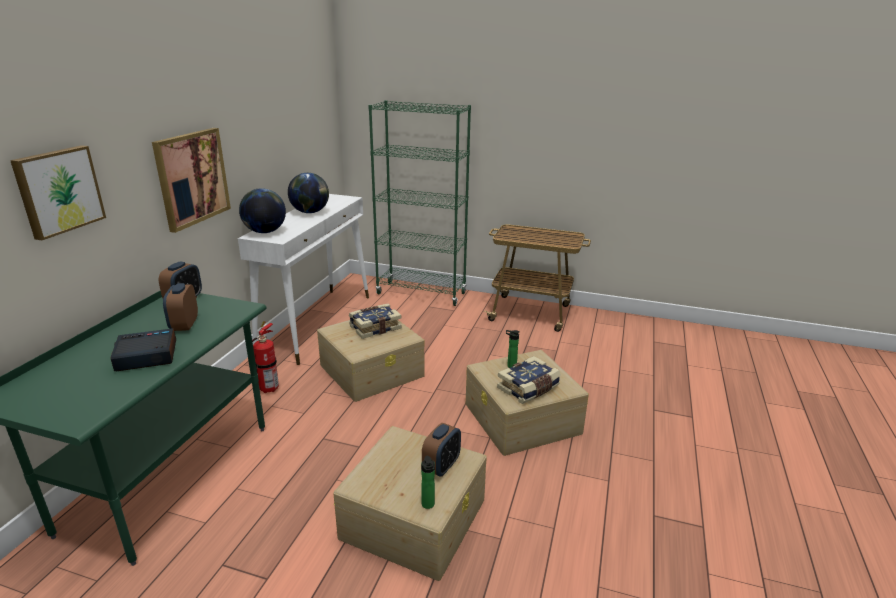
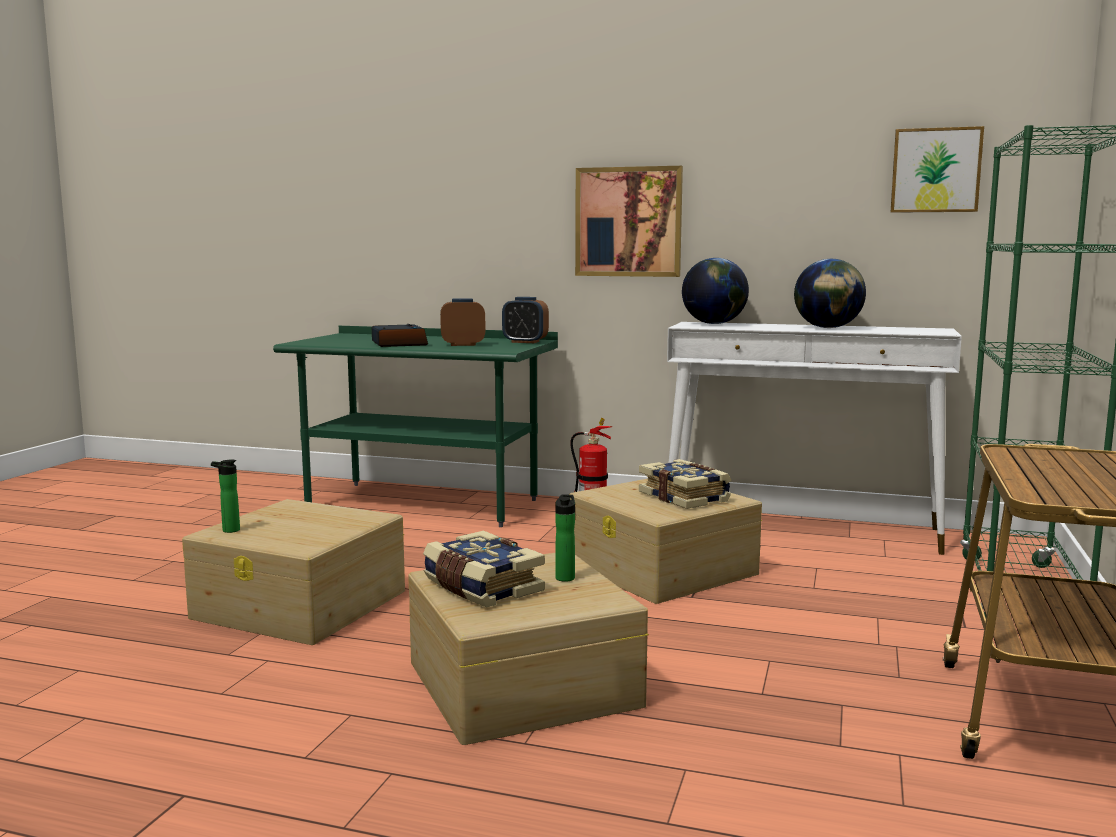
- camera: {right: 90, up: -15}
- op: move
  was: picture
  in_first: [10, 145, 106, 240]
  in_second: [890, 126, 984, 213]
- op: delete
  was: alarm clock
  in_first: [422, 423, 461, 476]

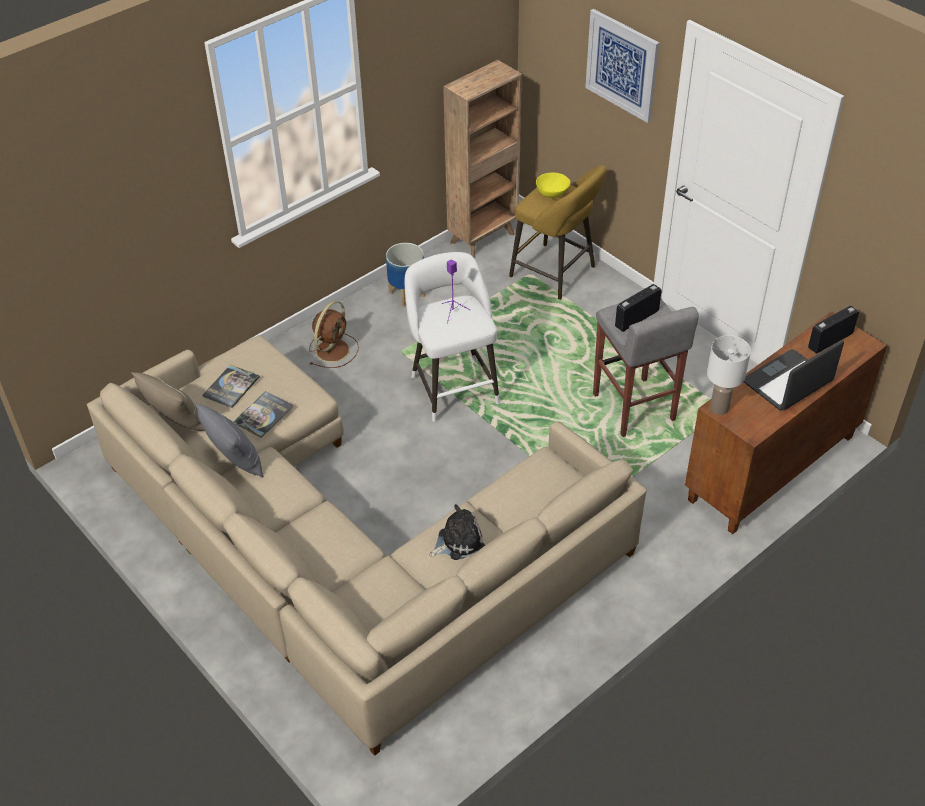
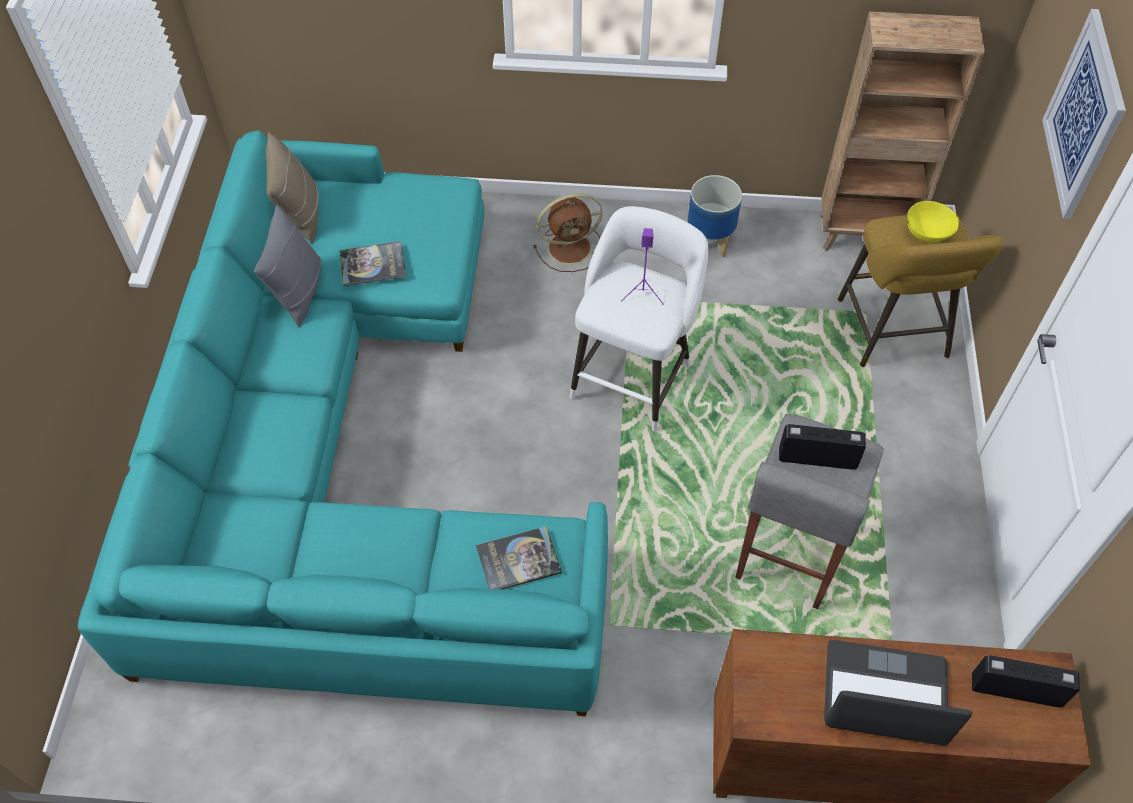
- camera: {right: 45, up: 10}
- op: recolor
  was: sand-coloured sofa
  now: turquoise sofa
  in_first: [87, 335, 647, 756]
  in_second: [78, 130, 608, 716]
- op: move
  was: volume
  in_first: [203, 365, 260, 408]
  in_second: [476, 526, 562, 589]
- op: delete
  was: plush toy
  in_first: [429, 504, 485, 560]
- op: delete
  was: white-coloured tabletop lamp
  in_first: [707, 335, 751, 415]

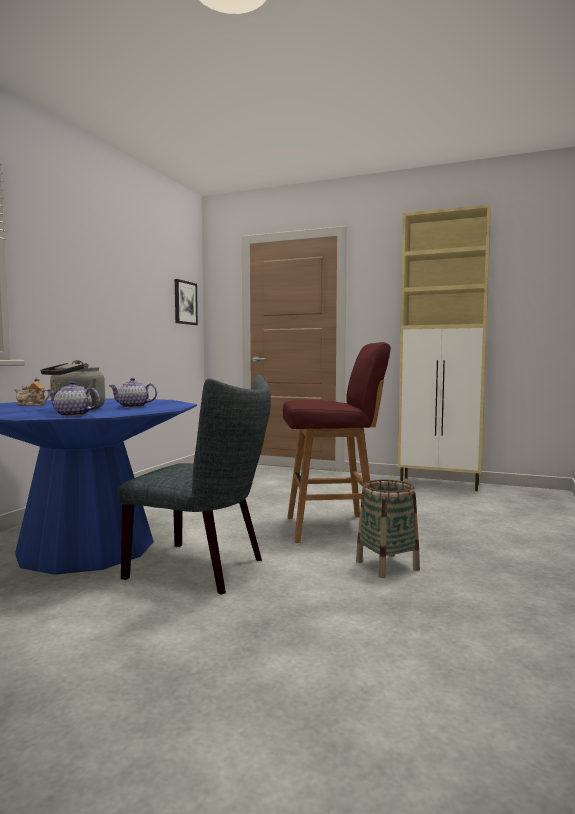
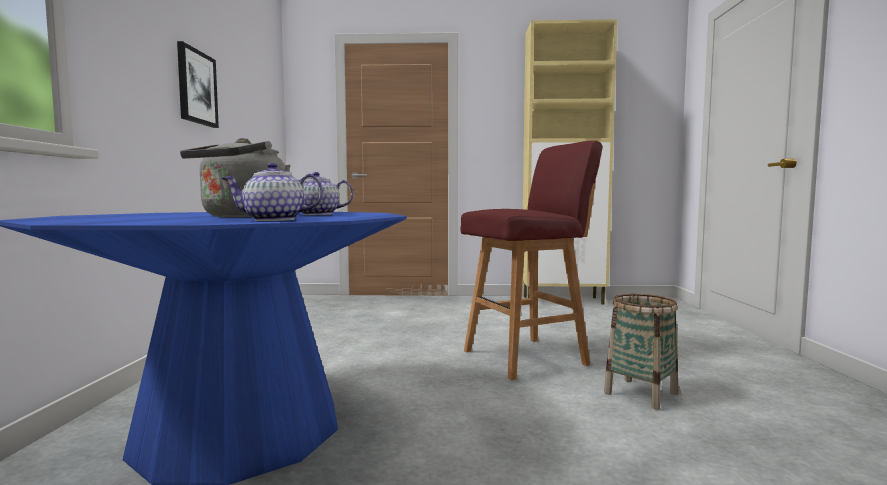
- camera: {right: -20, up: 0}
- op: delete
  was: teapot
  in_first: [14, 377, 50, 406]
- op: delete
  was: greyish chair
  in_first: [118, 374, 271, 595]
- op: move
  was: picture
  in_first: [175, 279, 198, 325]
  in_second: [177, 41, 219, 128]

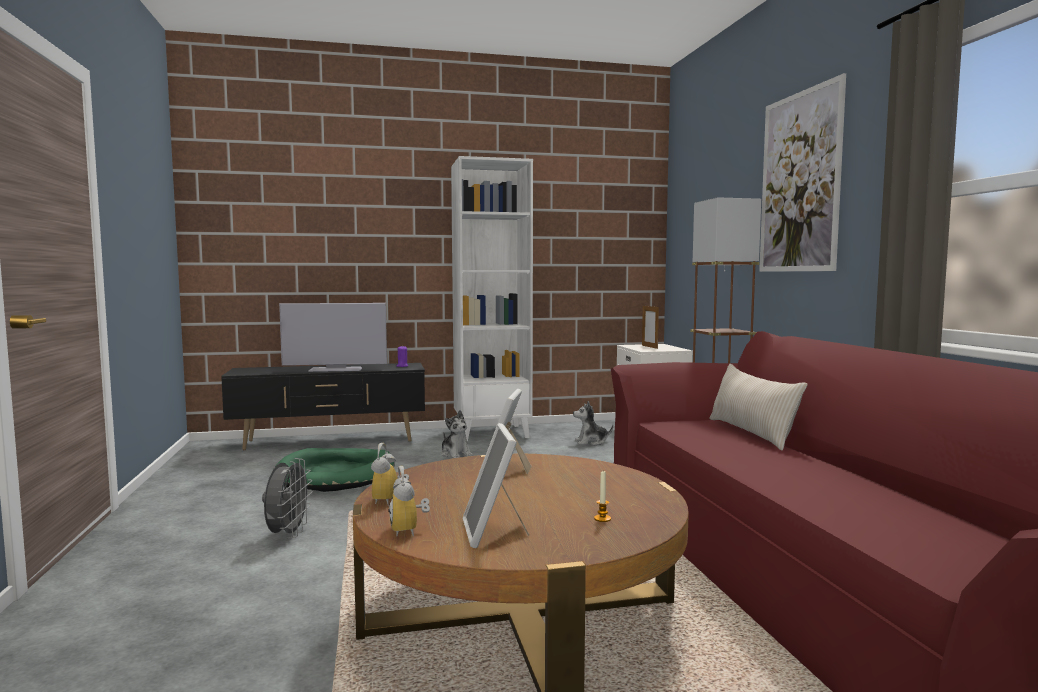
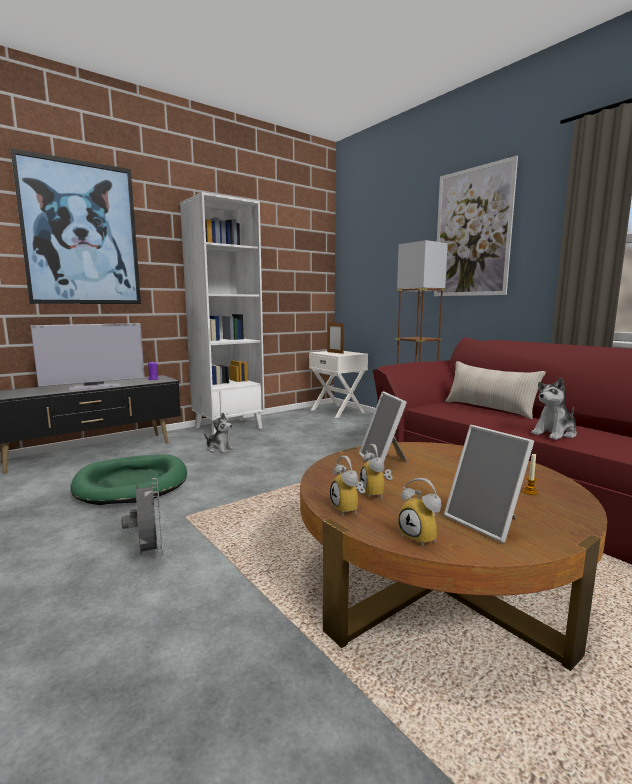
- camera: {right: -25, up: 5}
- op: move
  was: plush toy
  in_first: [573, 401, 613, 446]
  in_second: [531, 377, 577, 440]
- op: insert
  now: picture
  in_second: [10, 148, 141, 304]
- op: insert
  now: alarm clock
  in_second: [360, 444, 392, 499]

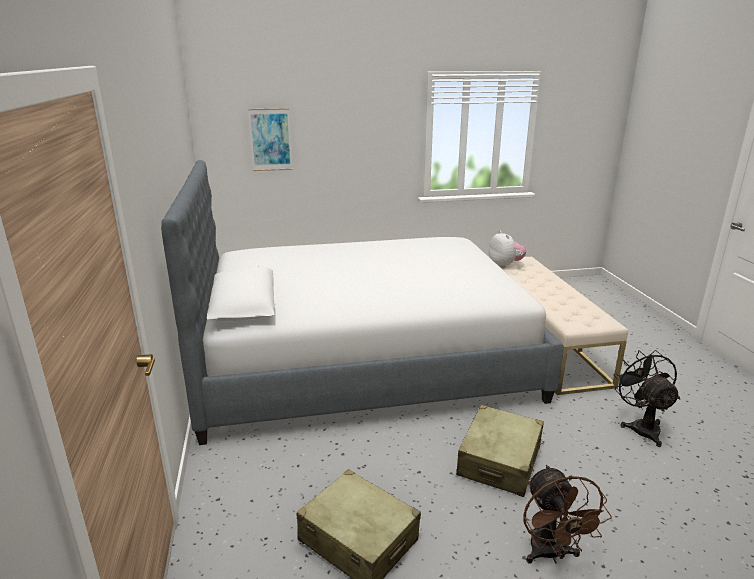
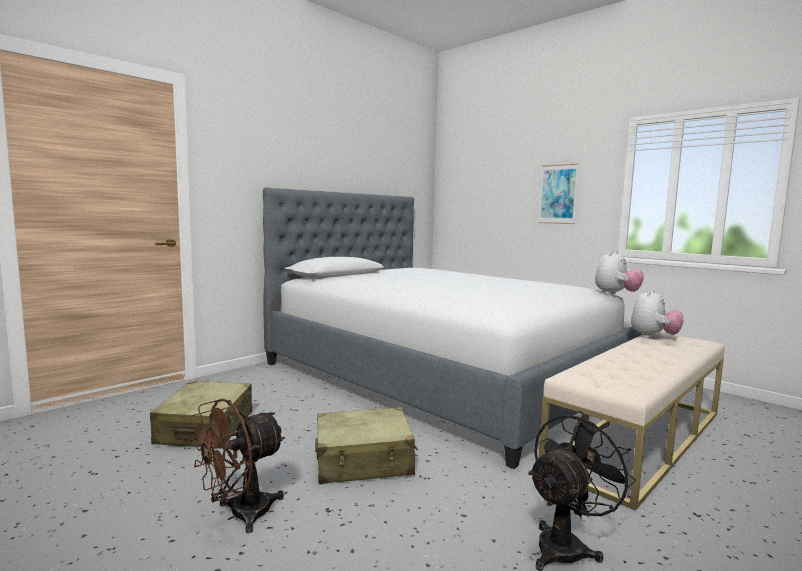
- camera: {right: 55, up: -15}
- op: move
  was: picture
  in_first: [248, 108, 293, 171]
  in_second: [538, 163, 579, 224]
- op: insert
  now: plush toy
  in_second: [595, 251, 644, 295]

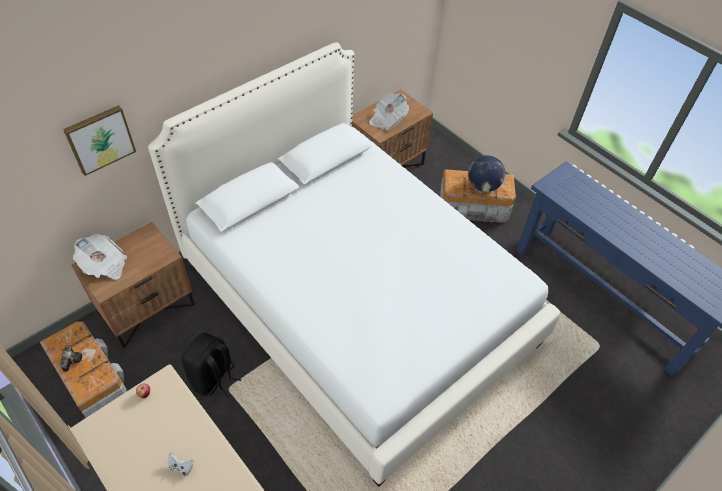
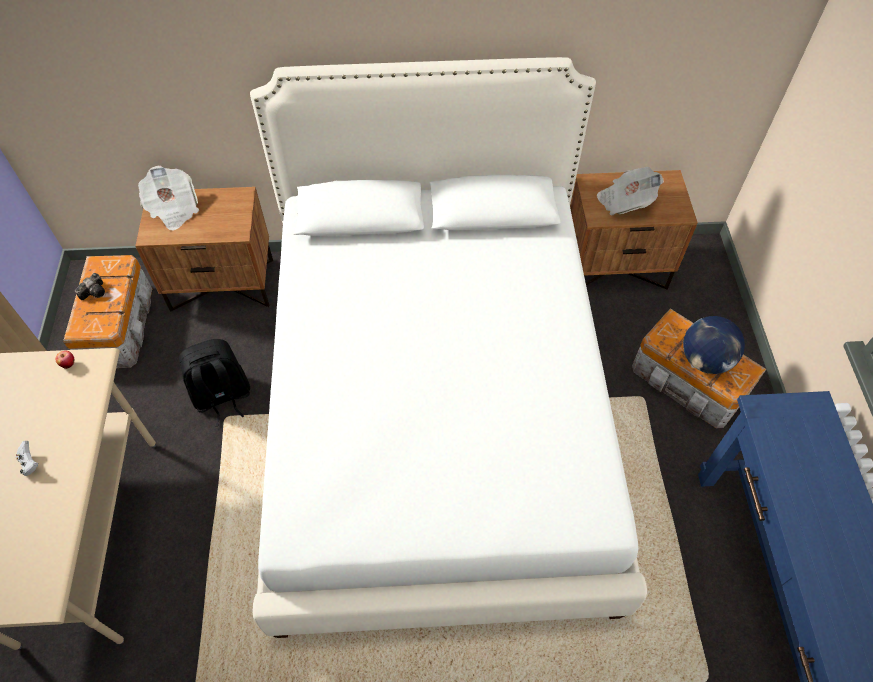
- camera: {right: 40, up: 5}
- op: delete
  was: picture
  in_first: [63, 105, 136, 176]

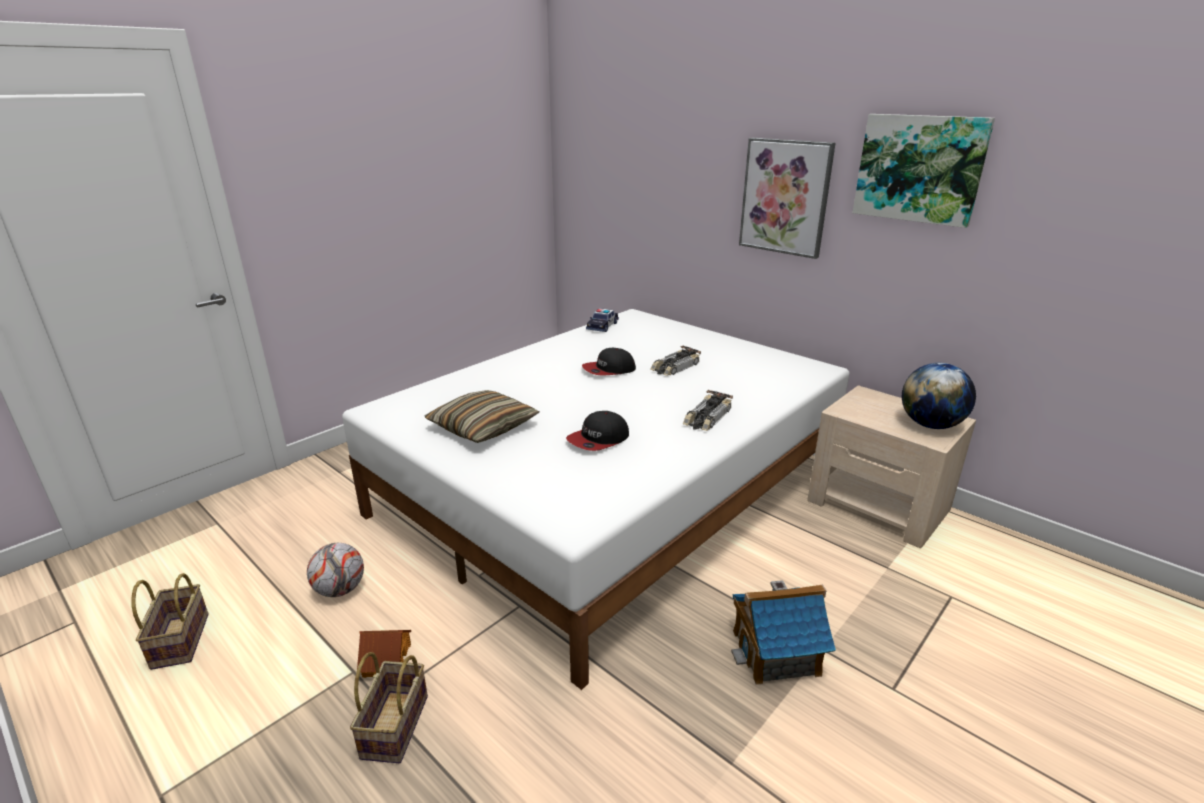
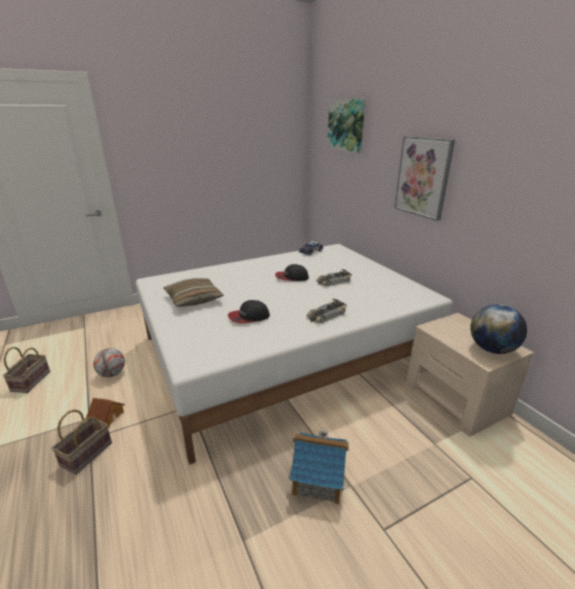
- camera: {right: 20, up: 0}
- op: move
  was: picture
  in_first: [852, 114, 995, 228]
  in_second: [327, 99, 365, 153]

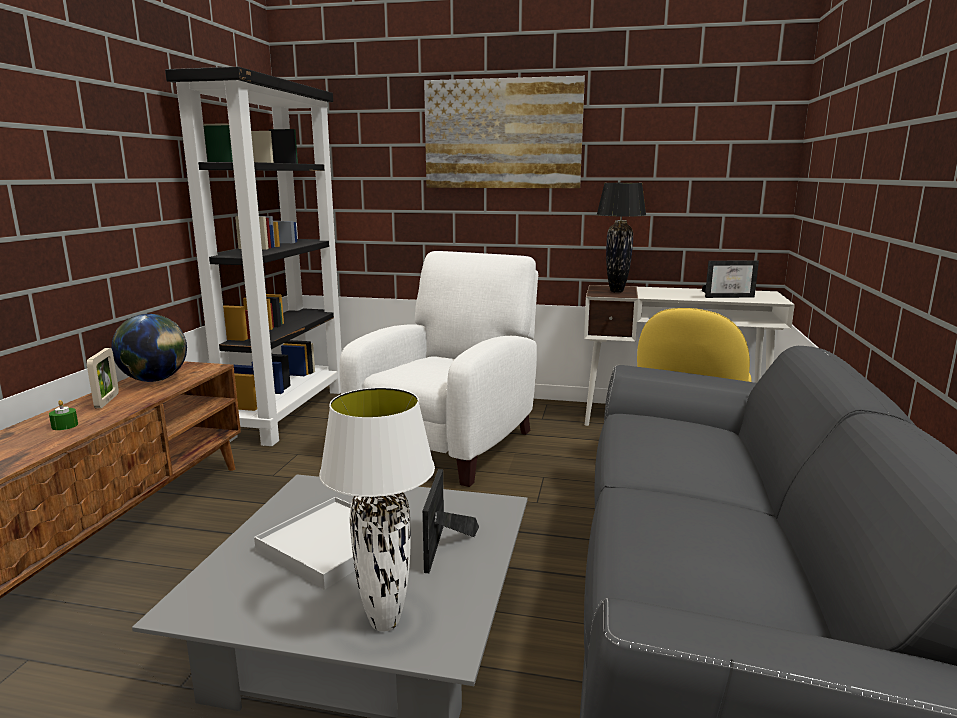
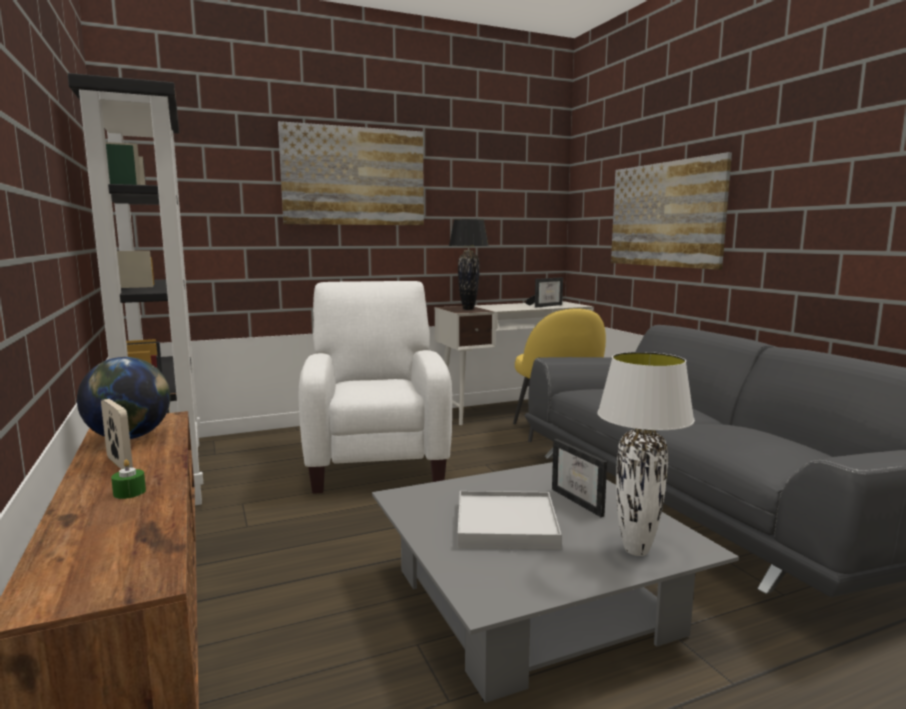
- camera: {right: -35, up: -5}
- op: insert
  now: picture
  in_second: [611, 152, 732, 270]

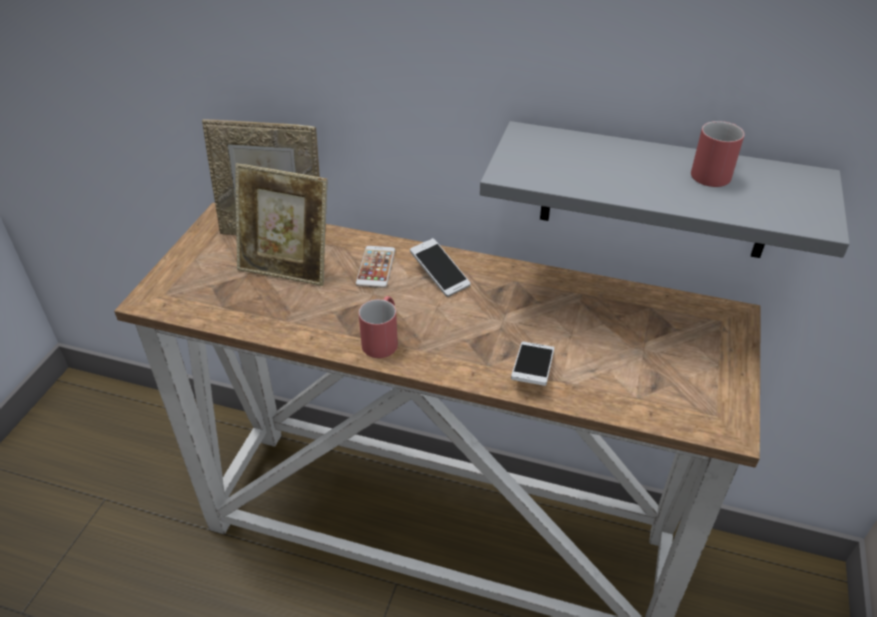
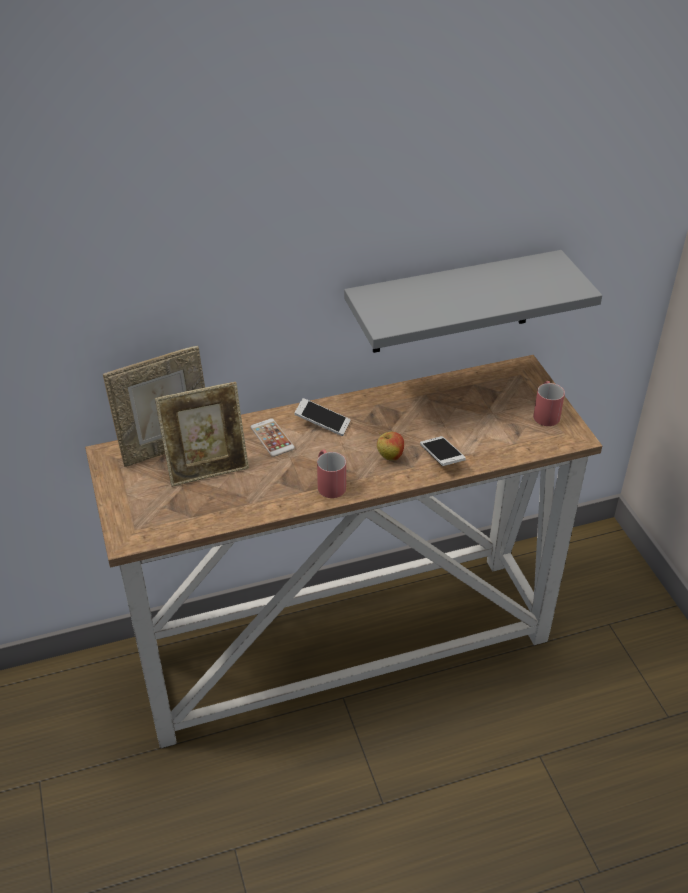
- camera: {right: -35, up: 0}
- op: move
  was: reddish coffee mug
  in_first: [691, 121, 745, 187]
  in_second: [533, 381, 565, 426]
- op: insert
  now: apple
  in_second: [377, 432, 404, 461]

